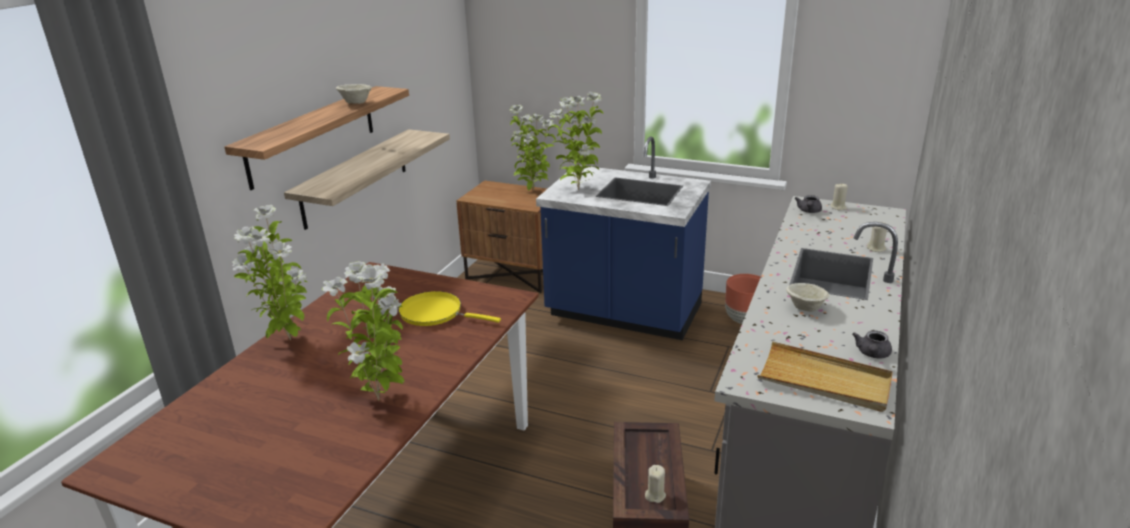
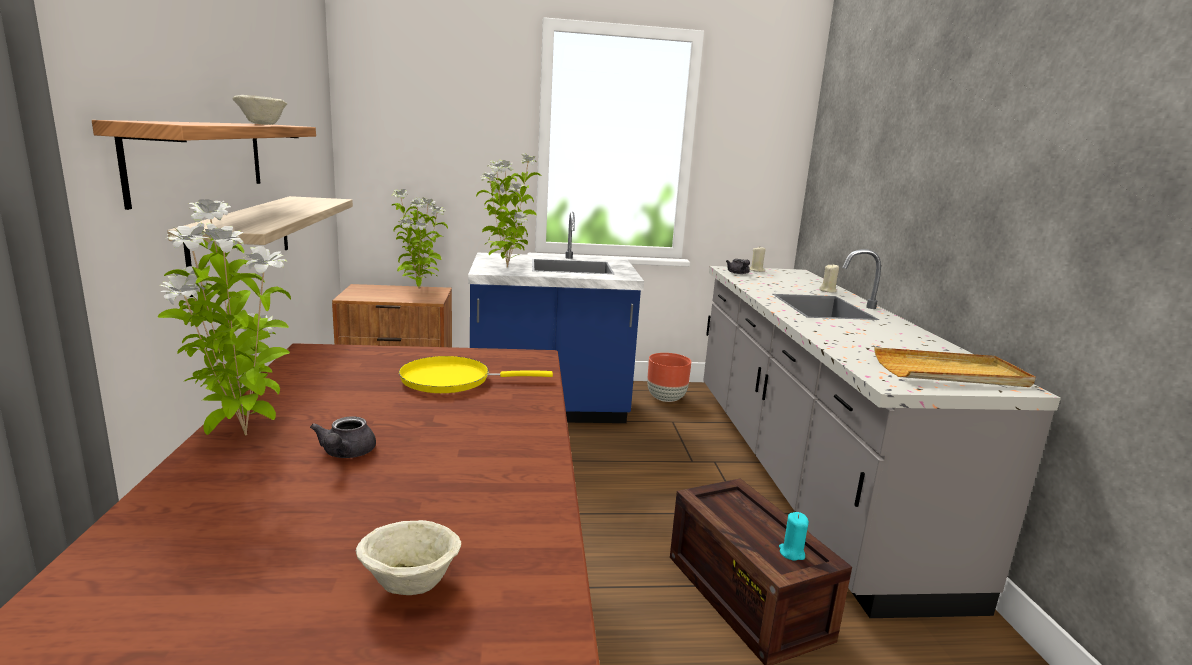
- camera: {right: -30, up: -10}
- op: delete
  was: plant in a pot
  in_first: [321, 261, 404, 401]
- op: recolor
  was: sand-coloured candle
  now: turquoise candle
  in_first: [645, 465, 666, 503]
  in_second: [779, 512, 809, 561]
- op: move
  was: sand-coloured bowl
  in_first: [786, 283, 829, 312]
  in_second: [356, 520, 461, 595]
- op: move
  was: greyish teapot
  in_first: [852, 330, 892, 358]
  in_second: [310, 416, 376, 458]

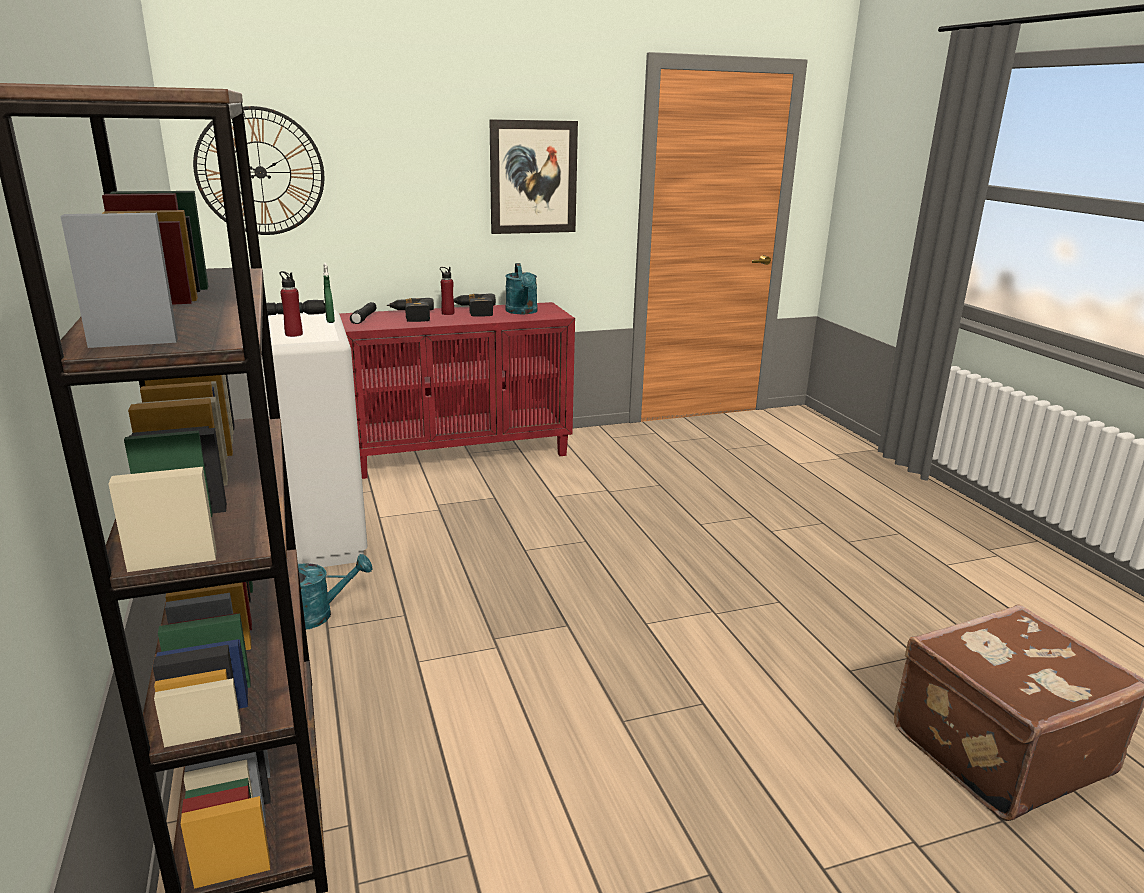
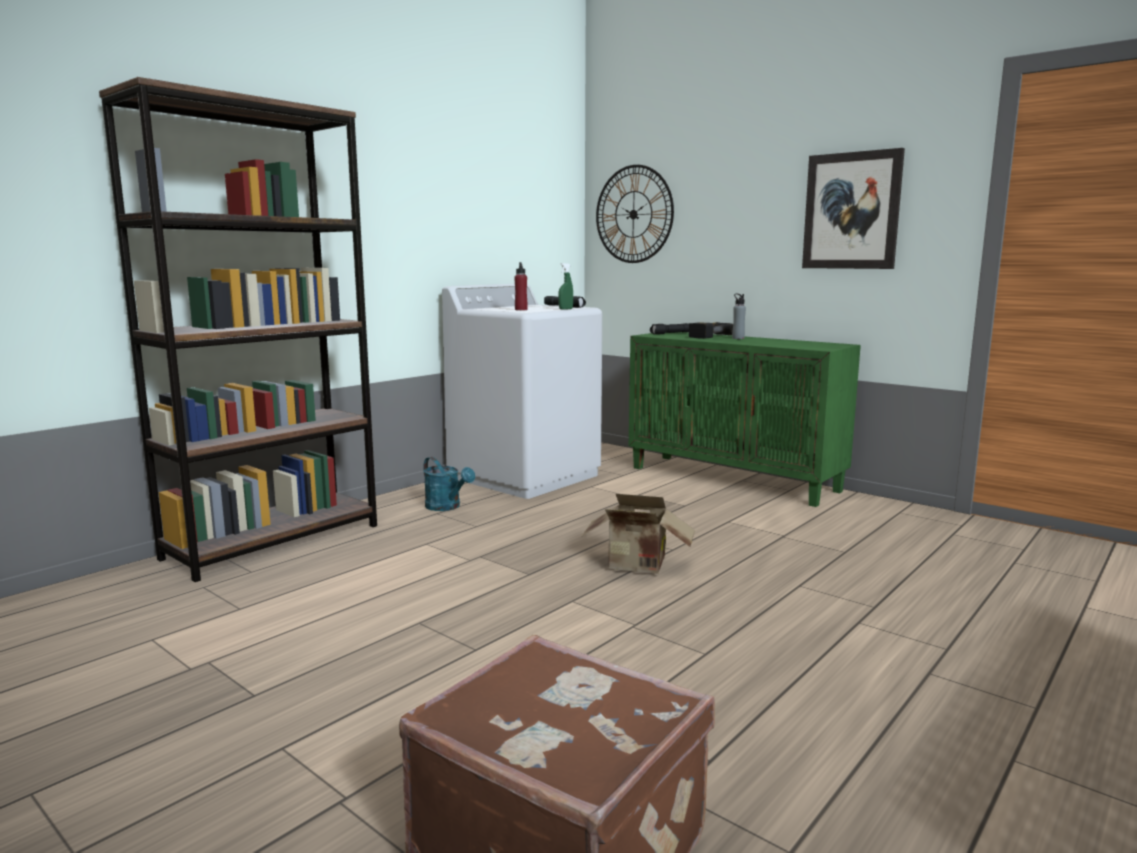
- camera: {right: 60, up: -10}
- op: recolor
  was: reddish cupboard
  now: greenish cupboard
  in_first: [339, 302, 575, 479]
  in_second: [629, 332, 861, 507]
- op: recolor
  was: reddish drink bottle
  now: greyish drink bottle
  in_first: [440, 267, 454, 315]
  in_second: [732, 293, 746, 339]
- op: delete
  was: power drill
  in_first: [454, 294, 496, 317]
- op: delete
  was: turquoise watering pot
  in_first: [505, 263, 538, 314]
- op: insert
  now: carton
  in_second: [581, 494, 695, 574]

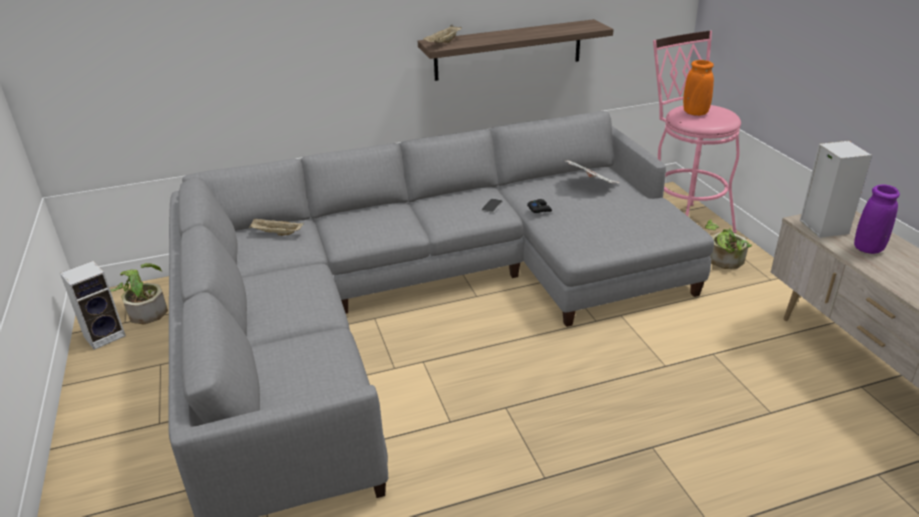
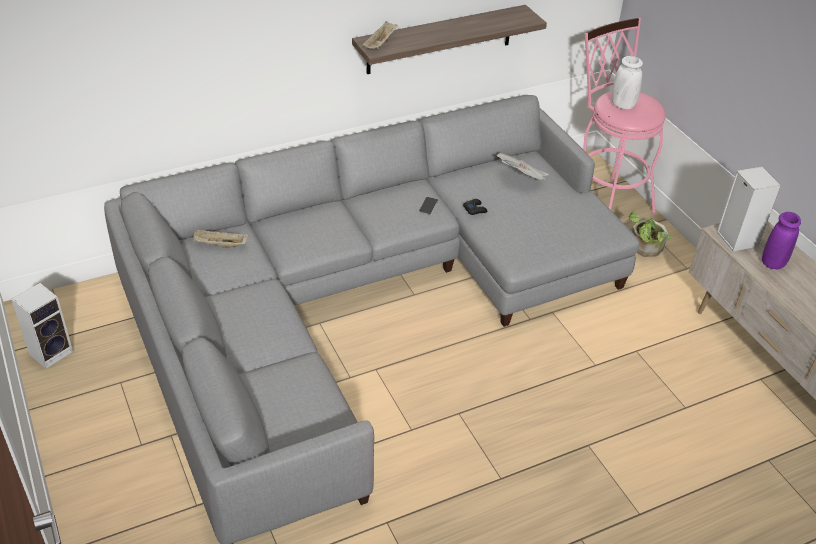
- camera: {right: -10, up: 10}
- op: delete
  was: plant in a pot
  in_first: [110, 263, 168, 324]
- op: recolor
  was: orange-coloured flower vase
  now: white-coloured flower vase
  in_first: [683, 60, 714, 116]
  in_second: [612, 56, 643, 109]

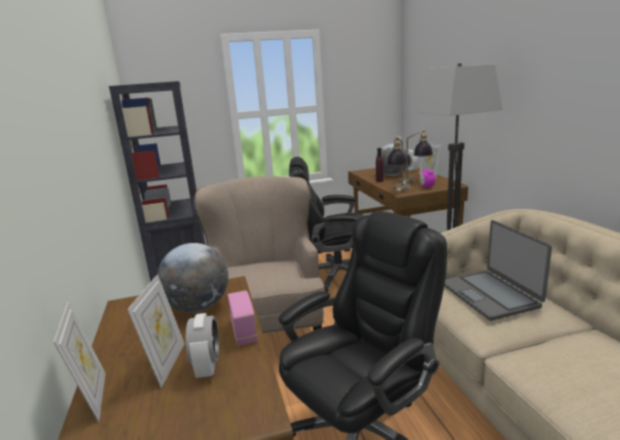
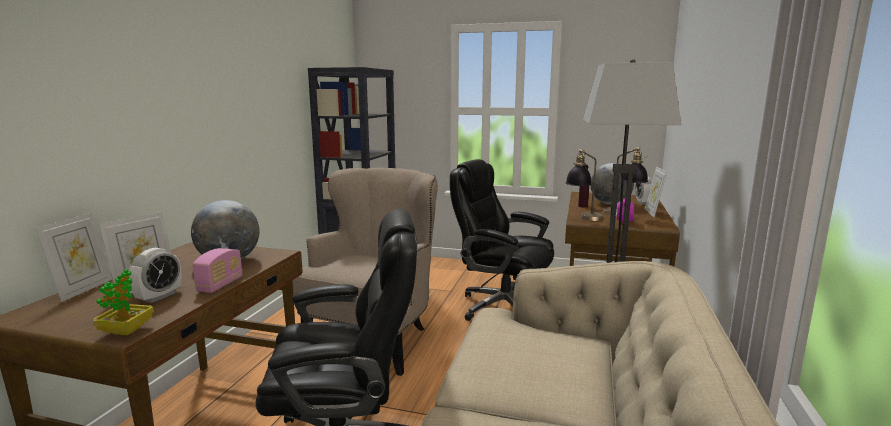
- camera: {right: 30, up: -5}
- op: delete
  was: portable computer
  in_first: [444, 220, 552, 321]
- op: insert
  now: plant in a pot
  in_second: [92, 269, 154, 335]

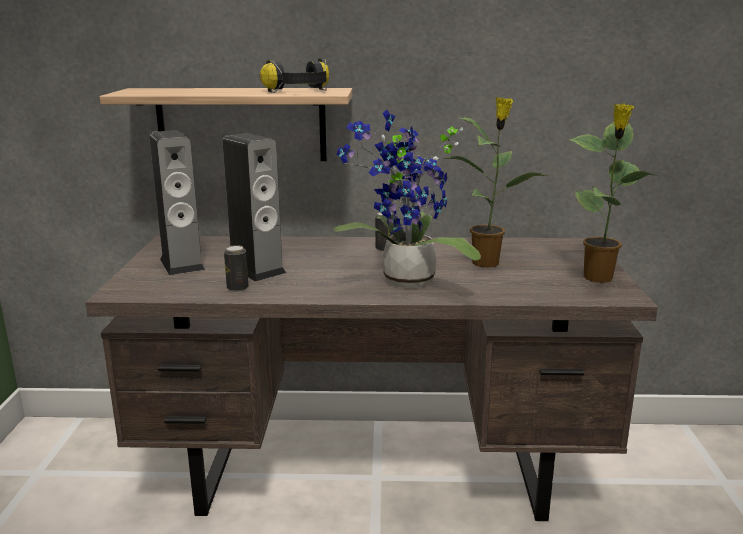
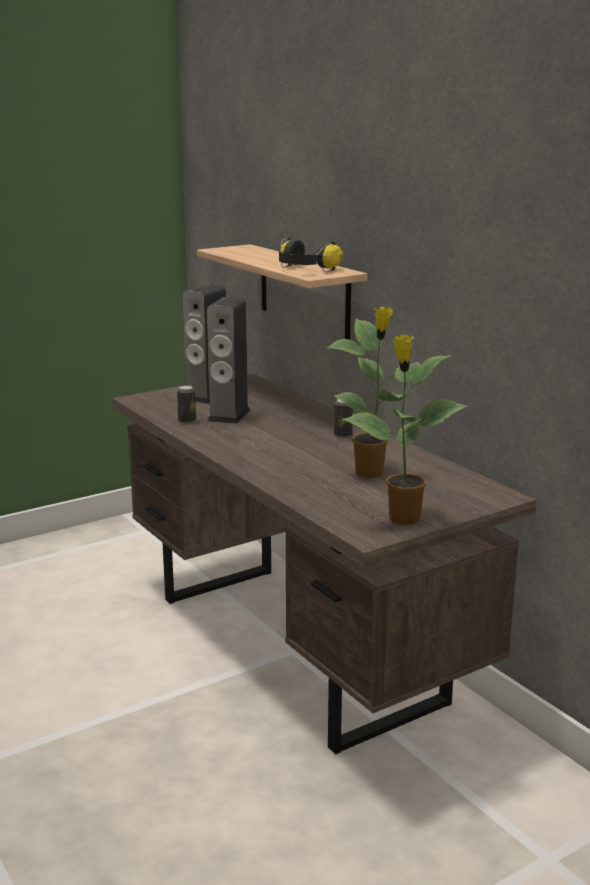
- camera: {right: 55, up: 0}
- op: delete
  was: plant in a pot
  in_first: [333, 110, 481, 288]

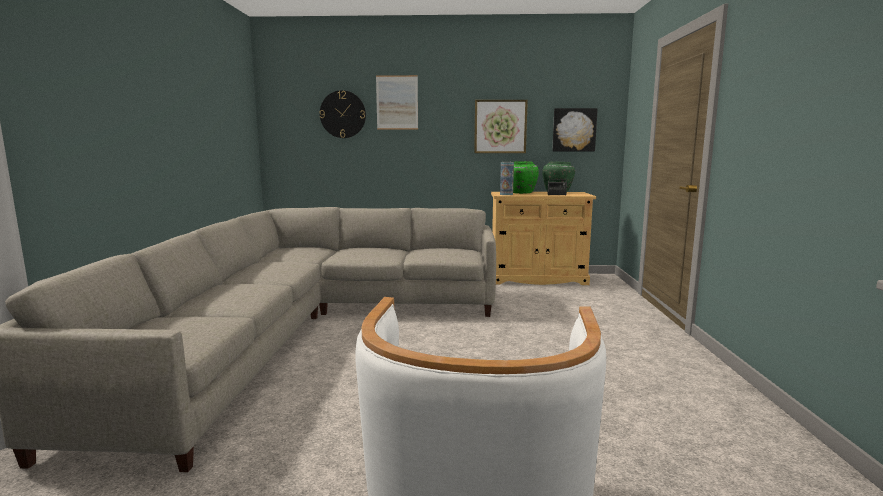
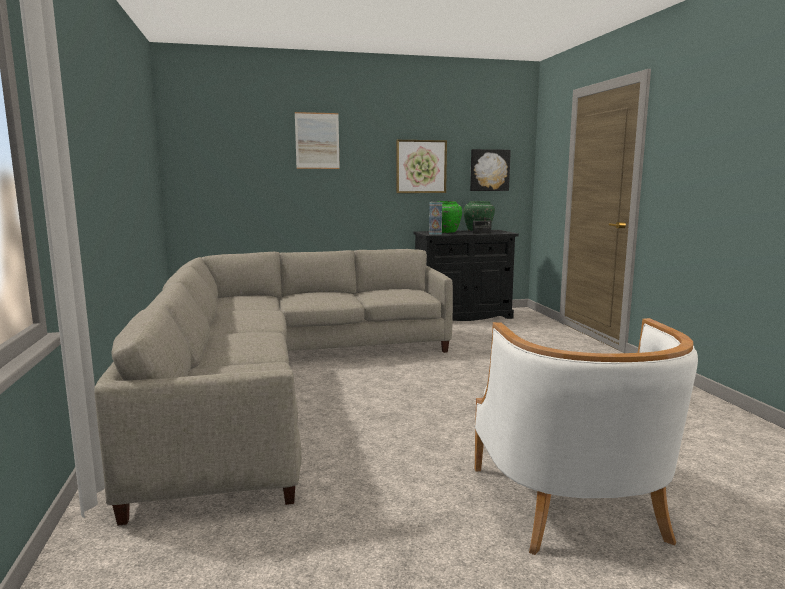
- camera: {right: -15, up: 0}
- op: delete
  was: hanging clock
  in_first: [320, 90, 366, 138]
- op: recolor
  was: sand-coloured cupboard
  now: black cupboard
  in_first: [491, 192, 596, 285]
  in_second: [413, 230, 519, 321]

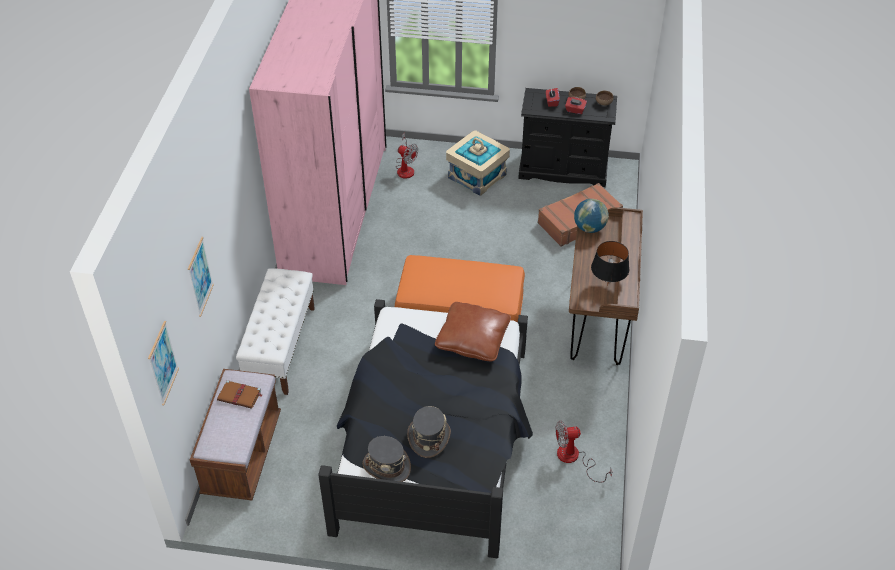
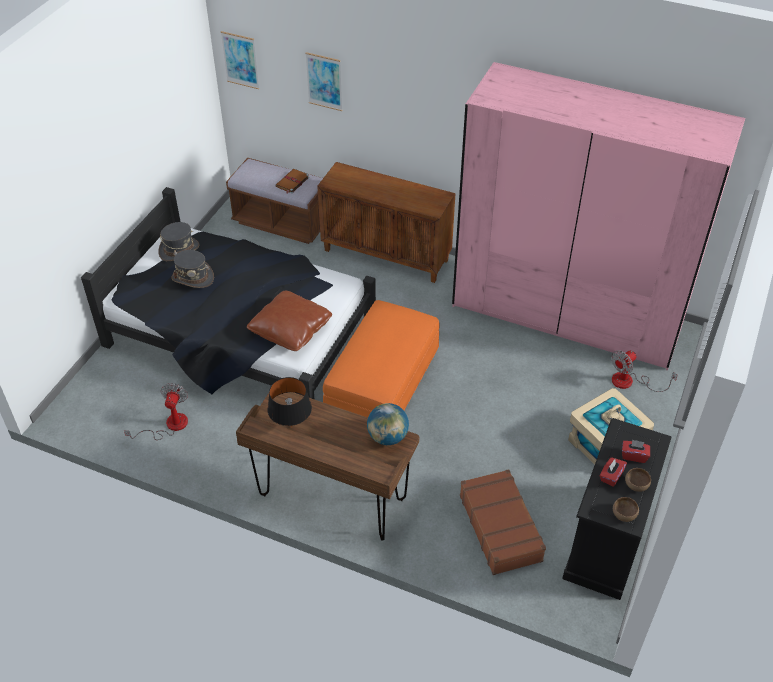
- camera: {right: 105, up: 0}
- op: replace
  was: white-coloured indoor bench
  now: brownish cupboard
  in_first: [236, 268, 315, 395]
  in_second: [317, 162, 456, 283]

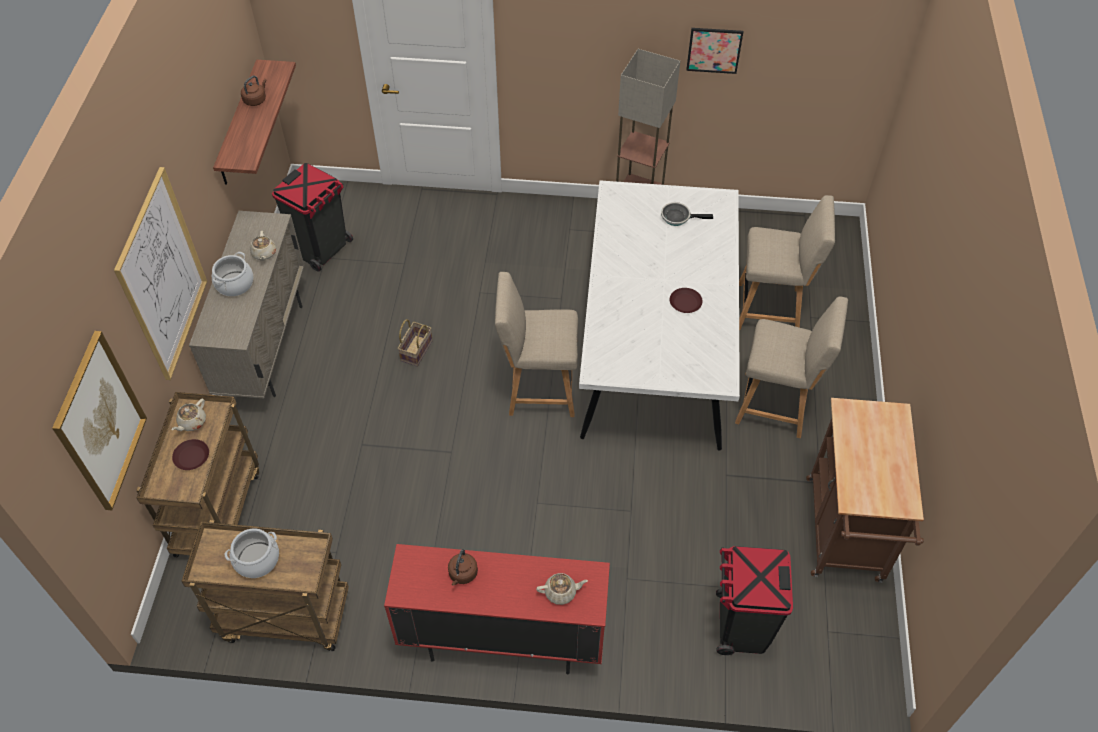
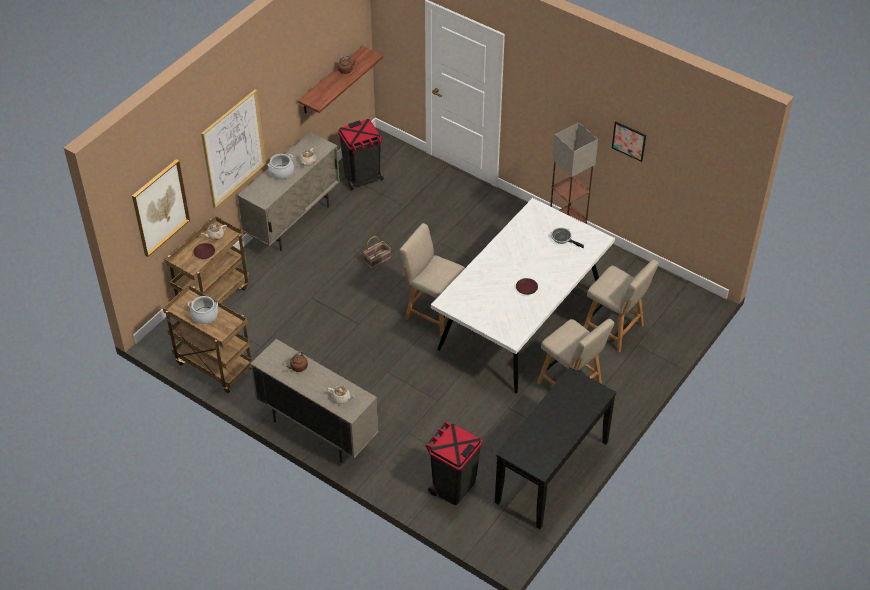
- camera: {right: 30, up: -5}
- op: recolor
  was: reddish cupboard
  now: sand-coloured cupboard
  in_first: [384, 544, 610, 674]
  in_second: [251, 339, 379, 463]
- op: replace
  was: brownish wheeled cart
  now: black narrow table
  in_first: [806, 398, 924, 583]
  in_second: [495, 367, 616, 529]

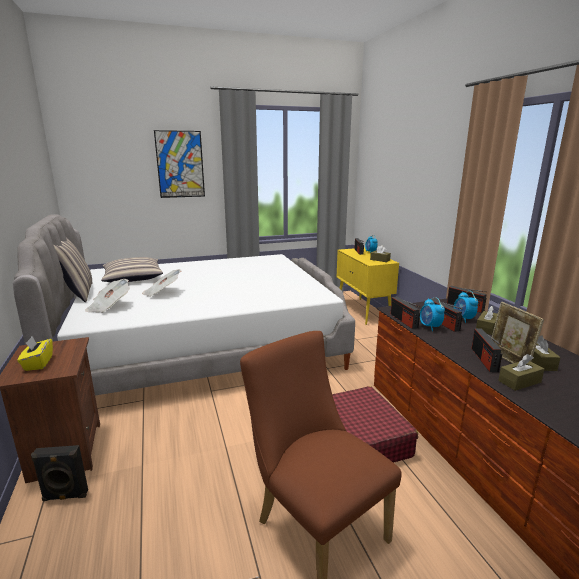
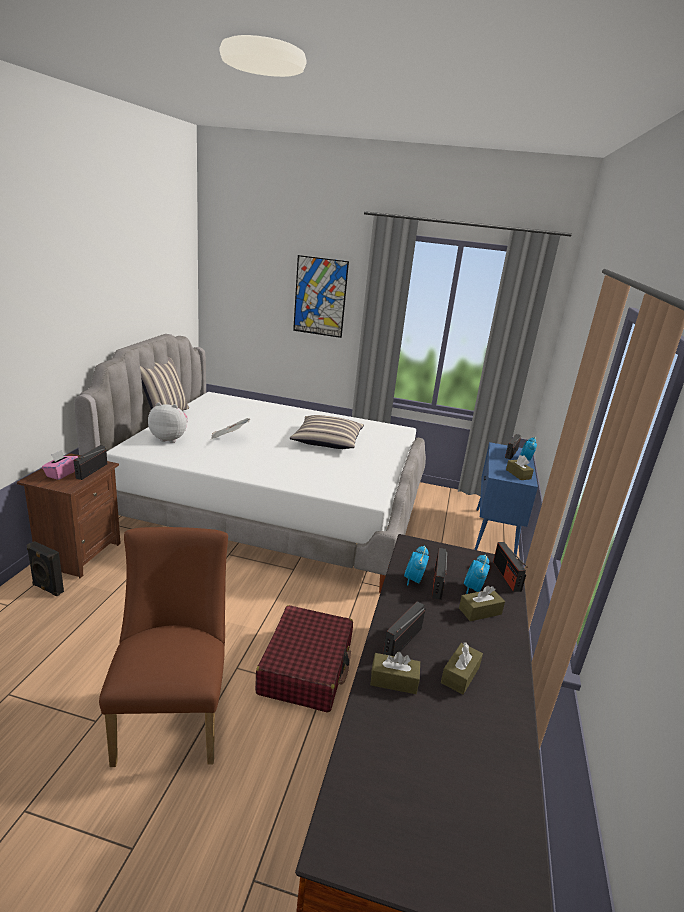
- camera: {right: 30, up: 5}
- op: recolor
  was: yellow-coloured tissue box
  now: pink-coloured tissue box
  in_first: [17, 336, 53, 371]
  in_second: [42, 450, 78, 480]
- op: replace
  was: printed paper
  now: plush toy
  in_first: [85, 279, 130, 313]
  in_second: [148, 402, 188, 443]
- op: move
  was: cushion
  in_first: [101, 257, 163, 282]
  in_second: [290, 415, 364, 449]
- op: recolor
  was: yellow-coloured cupboard
  now: bluish cupboard
  in_first: [337, 248, 399, 325]
  in_second: [474, 442, 538, 557]
- op: move
  was: radio
  in_first: [390, 296, 420, 329]
  in_second: [74, 445, 107, 480]
- op: delete
  was: picture frame
  in_first: [492, 302, 544, 364]

